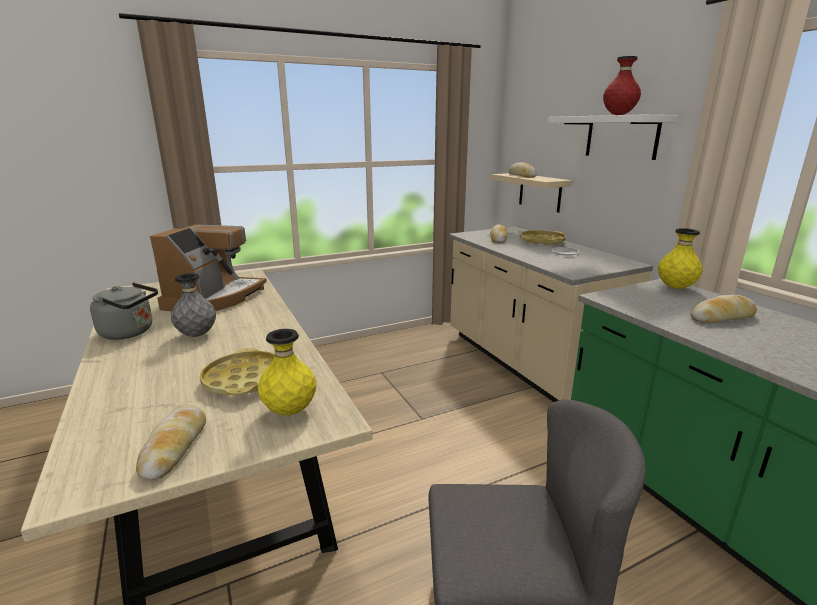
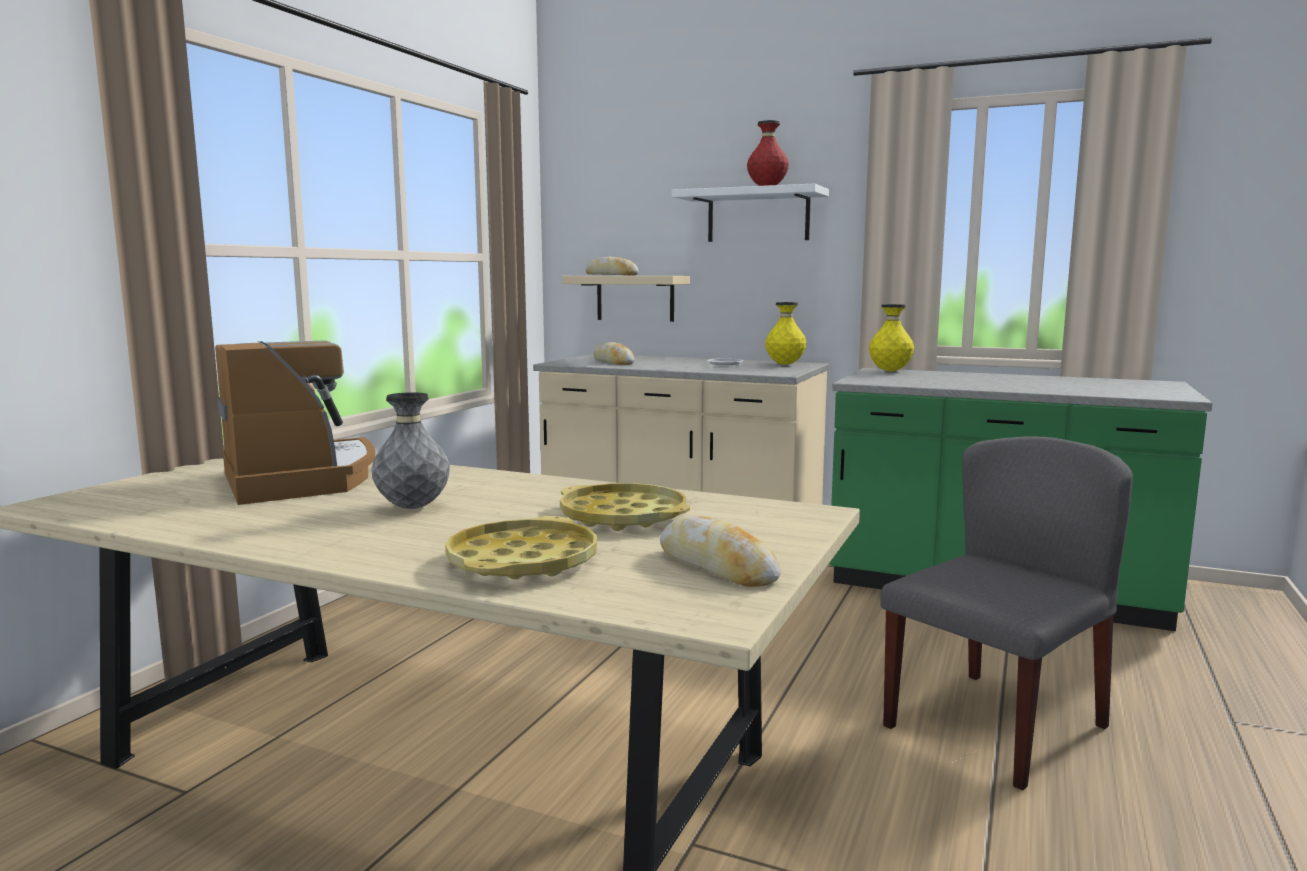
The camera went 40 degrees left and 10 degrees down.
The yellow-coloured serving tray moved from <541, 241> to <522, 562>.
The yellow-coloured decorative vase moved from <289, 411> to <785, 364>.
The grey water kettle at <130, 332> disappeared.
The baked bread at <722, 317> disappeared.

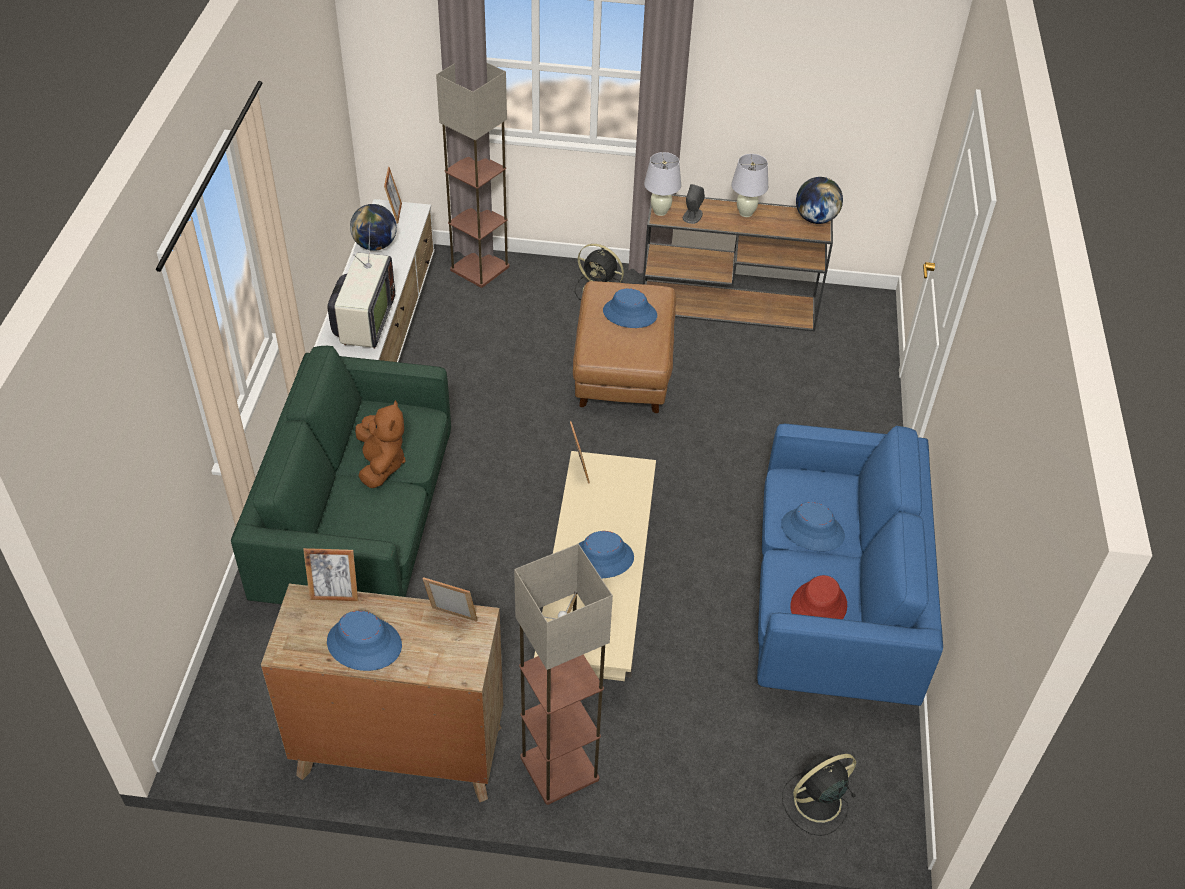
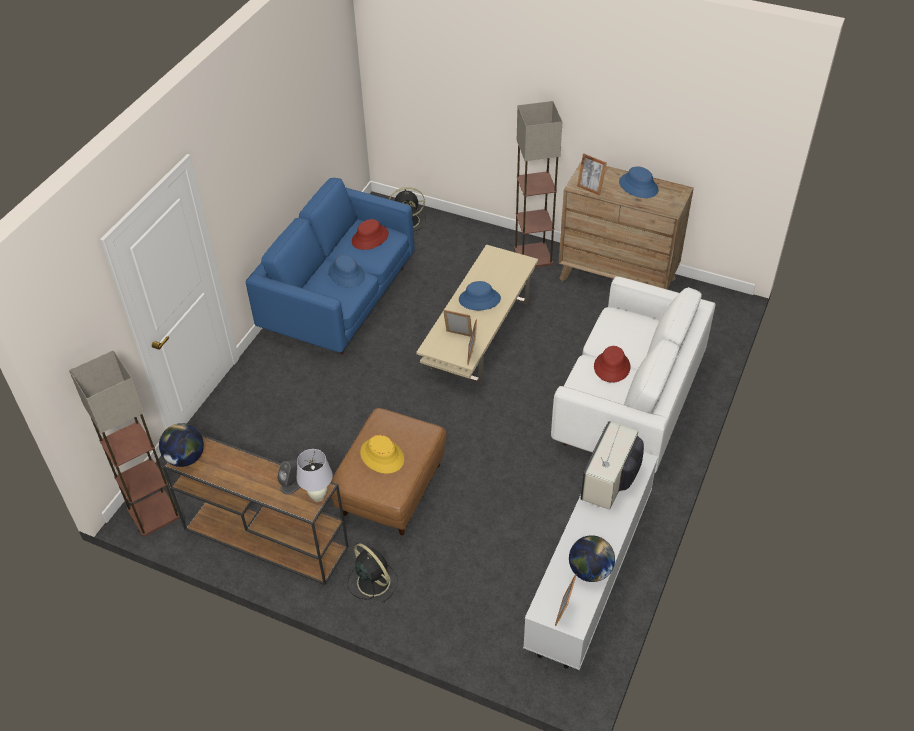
The camera went 160 degrees left and 0 degrees up.
The floor lamp moved from <480, 269> to <154, 512>.
The blue hat at <629, 314> became the yellow-coloured hat at <382, 456>.
The standing frame moved from <335, 594> to <458, 336>.
The greenish settee at <360, 526> became the white-coloured settee at <627, 404>.
The brown soft toy at <381, 464> was replaced by the red-coloured hat at <611, 367>.
The white-coloured lamp for a table at <745, 213> disappeared.

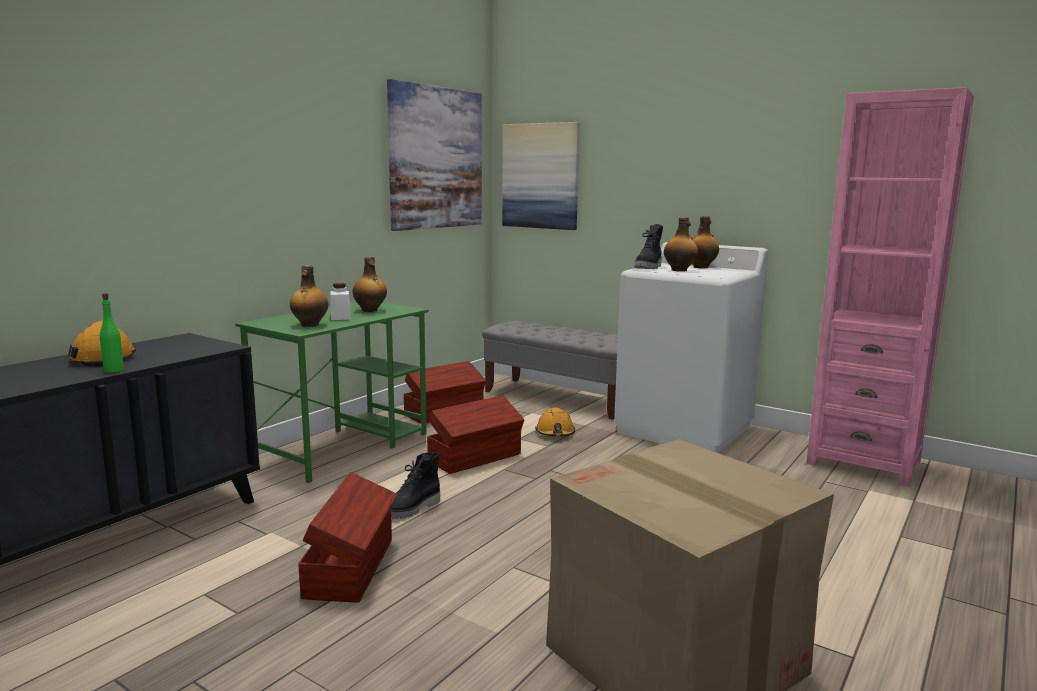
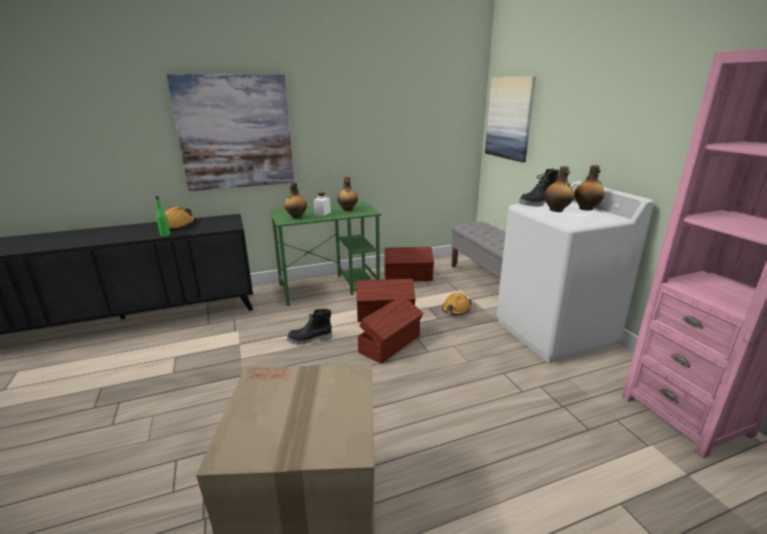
The camera went 35 degrees right and 10 degrees up.
The wall art moved from <436, 158> to <236, 132>.
The brown storage box moved from <352, 567> to <391, 344>.

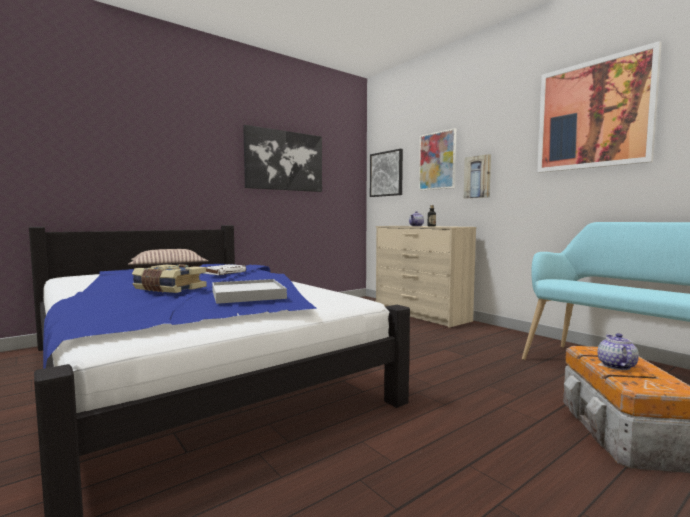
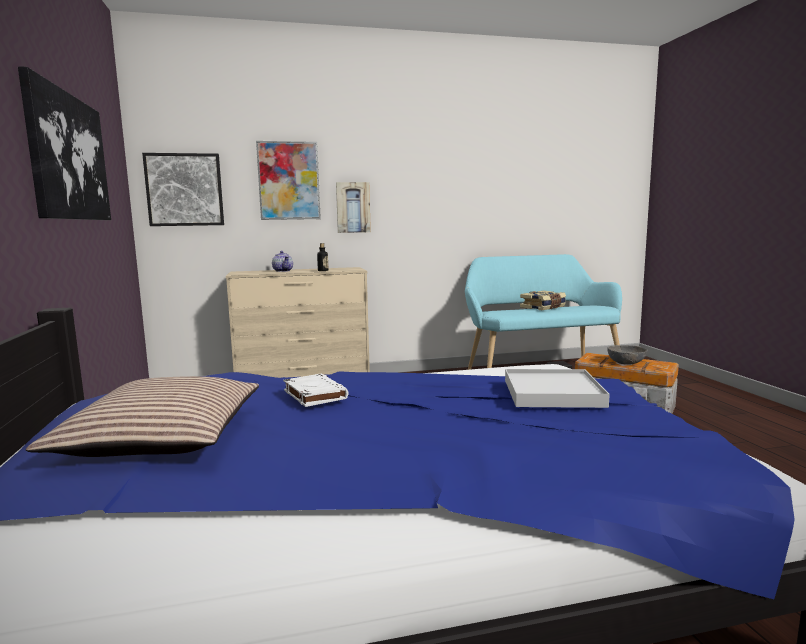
The camera went 65 degrees left and 5 degrees up.
The volume moved from <169, 289> to <543, 308>.
The teapot at <615, 366> was replaced by the grey bowl at <626, 363>.
The wall art at <593, 115> disappeared.

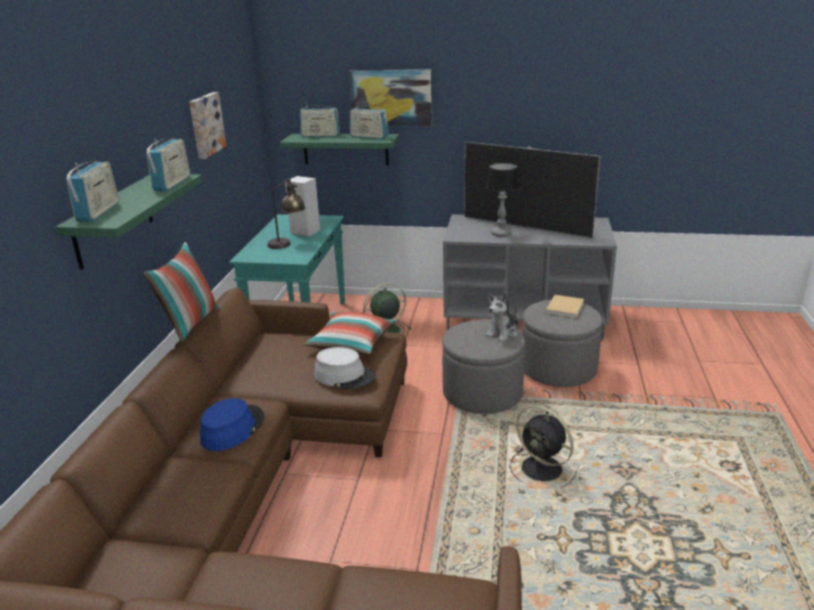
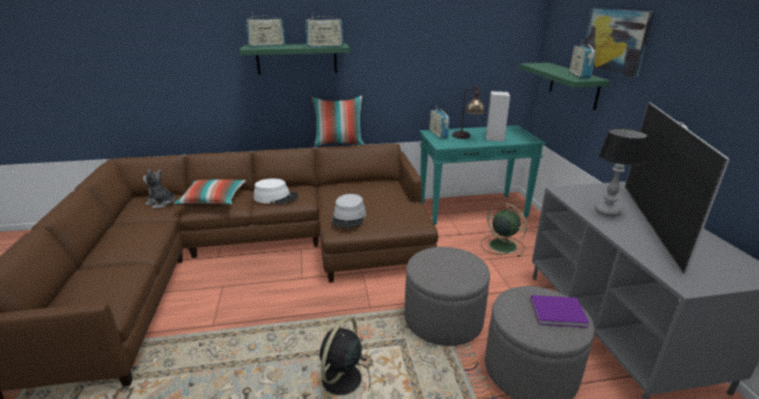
The camera went 70 degrees right and 0 degrees up.
The soft toy moved from <503, 333> to <161, 203>.
The cushion moved from <351, 343> to <213, 201>.
The blue hat at <232, 429> became the white-coloured hat at <276, 197>.
The radio moved from <320, 135> to <438, 134>.
The beige-coloured volume at <565, 307> became the purple volume at <559, 313>.
The wall art at <205, 125> disappeared.

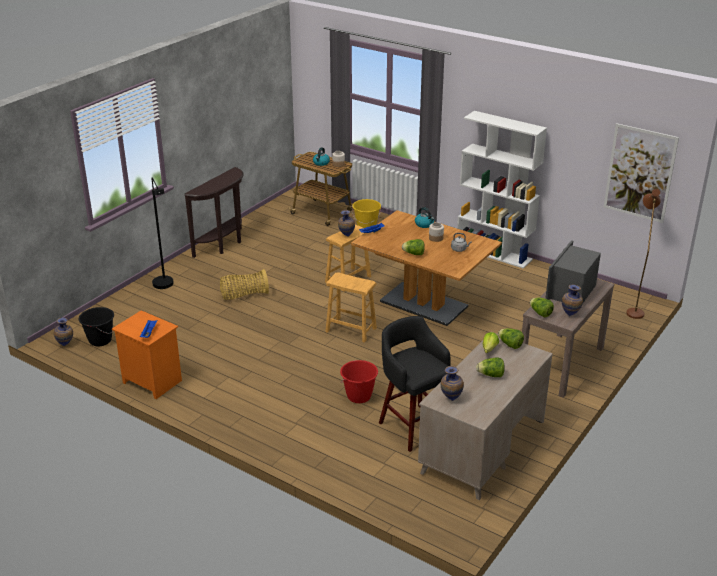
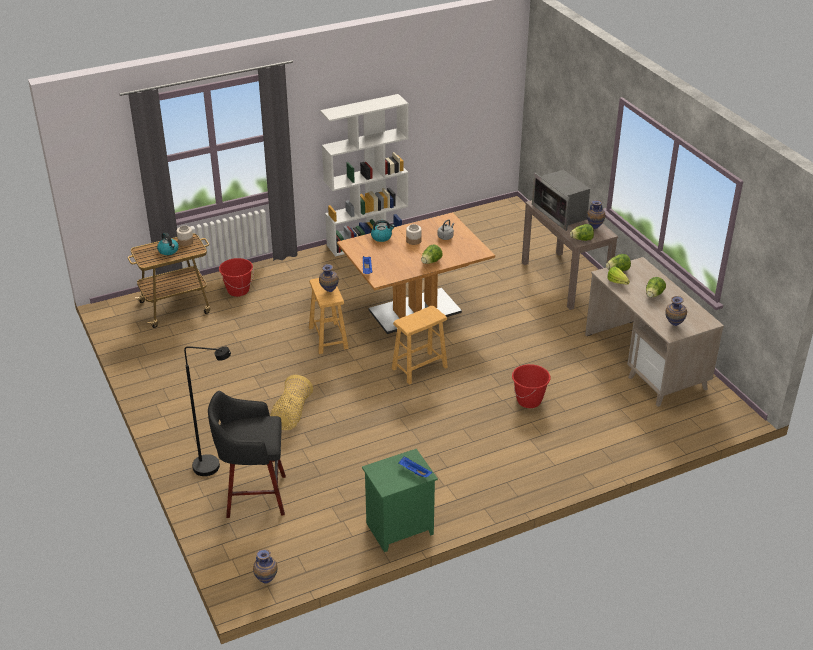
The camera went 60 degrees left and 5 degrees up.
The blackish sitting stool moved from <413, 426> to <253, 496>.
The yellow-coloured water bucket at <366, 226> became the red-coloured water bucket at <238, 290>.
The orange-coloured night table at <151, 382> became the greenish night table at <399, 530>.
The blackish water bucket at <100, 340> disappeared.
The brown narrow table at <223, 244> disappeared.
The wall art at <640, 173> disappeared.
The brown floor lamp at <634, 310> disappeared.

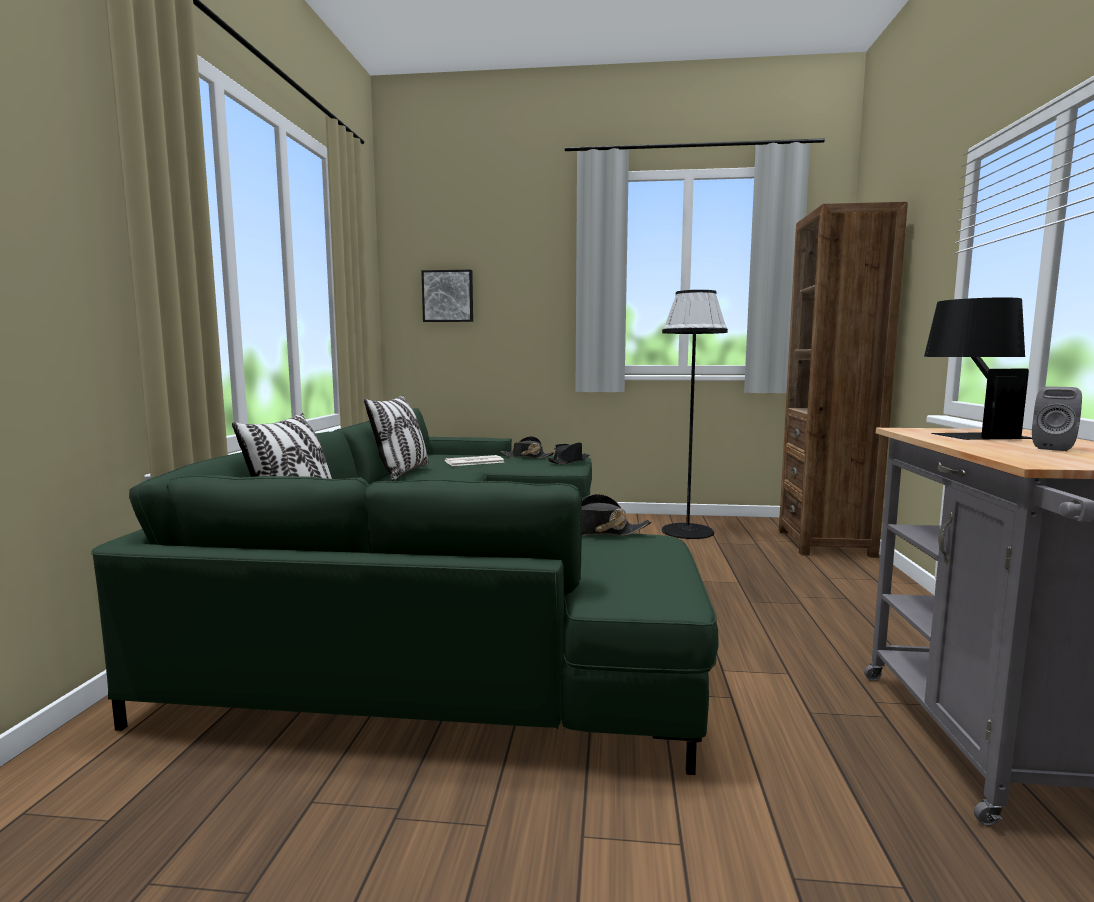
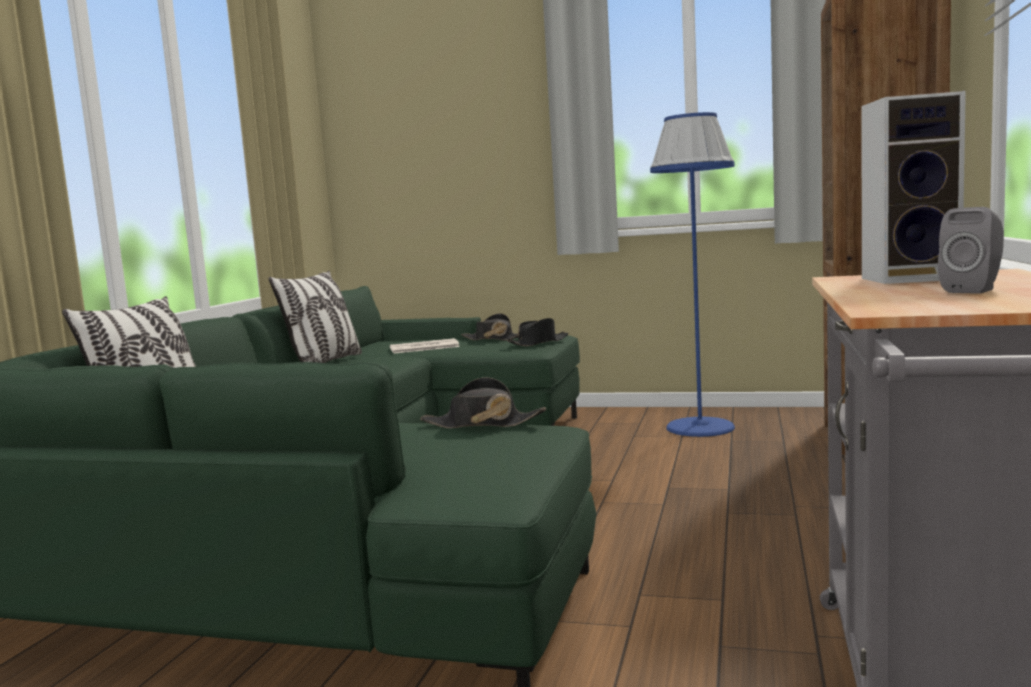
The camera went 10 degrees right and 0 degrees up.
The blackish floor lamp at <687, 531> became the blue floor lamp at <700, 427>.
The blackish lamp for a table at <968, 434> was replaced by the loudspeaker at <912, 278>.
The wall art at <448, 296> disappeared.

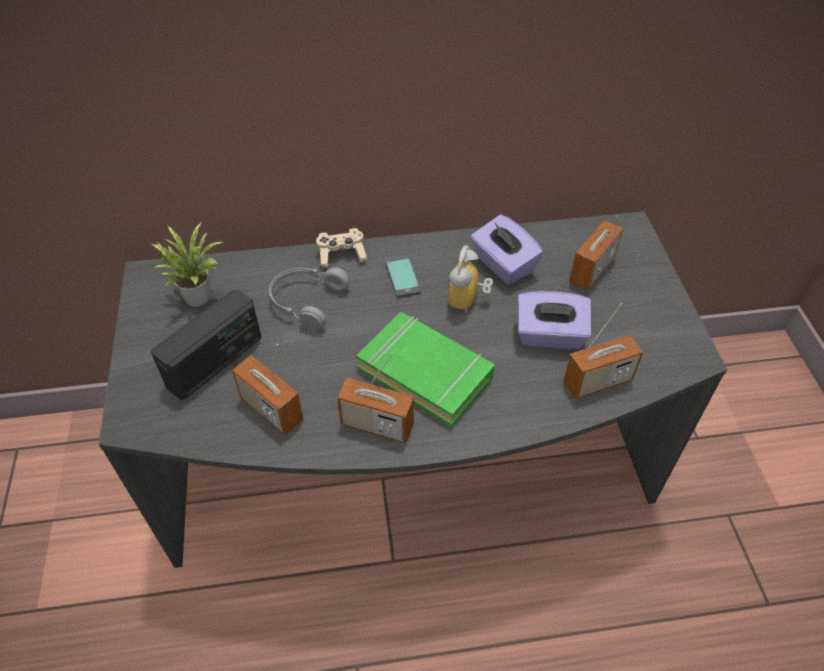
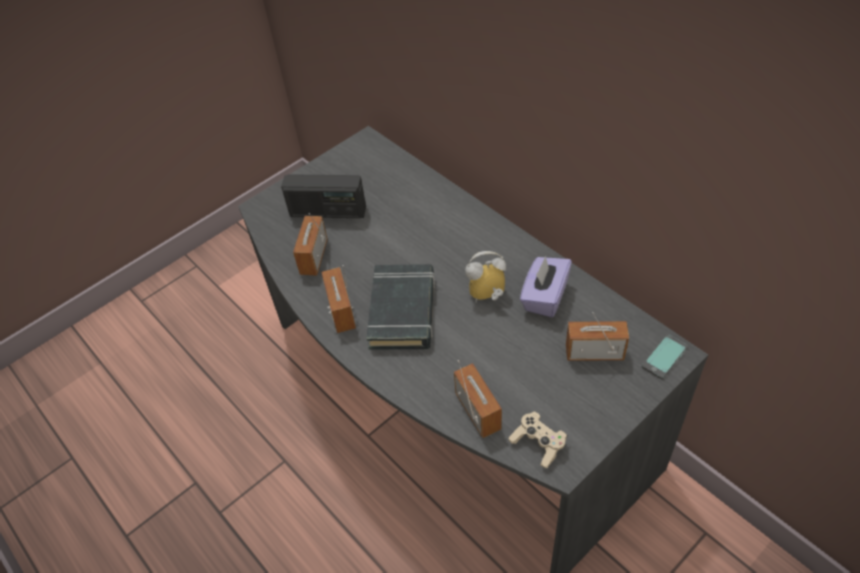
The camera went 60 degrees right and 0 degrees up.
The greenish volume at <425, 372> became the blackish volume at <403, 311>.
The radio at <597, 381> turned 150 degrees counterclockwise.
The beige-coloured gamepad moved from <341, 254> to <538, 443>.
The phone moved from <403, 277> to <664, 357>.
The plant in a pot at <197, 295> disappeared.
The grey headset at <306, 301> disappeared.
The purple tissue holder at <549, 336> disappeared.

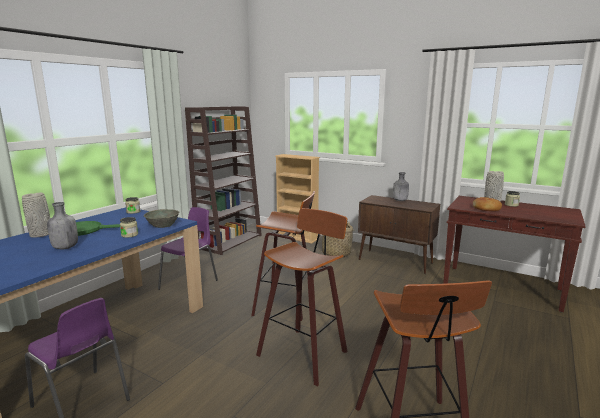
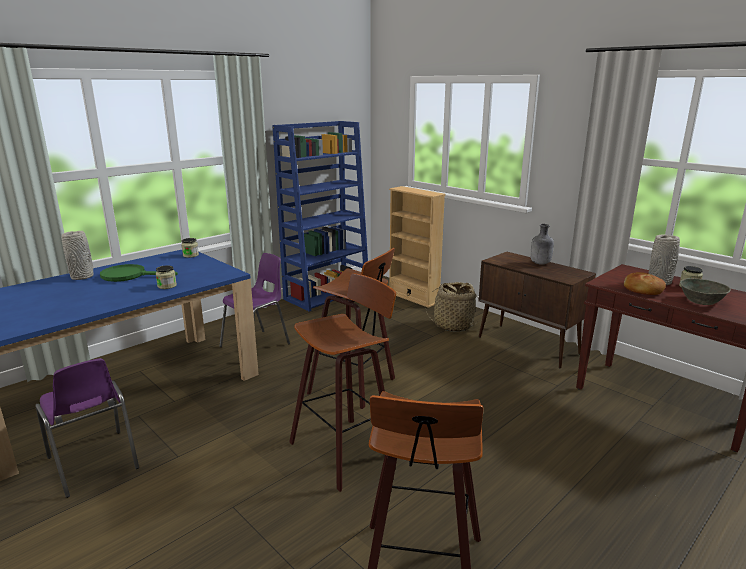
The camera went 15 degrees right and 5 degrees up.
The brown bookcase at <229, 241> became the blue bookcase at <327, 294>.
The grey bowl moved from <163, 226> to <701, 301>.
The grey beverage bottle at <65, 248> disappeared.

